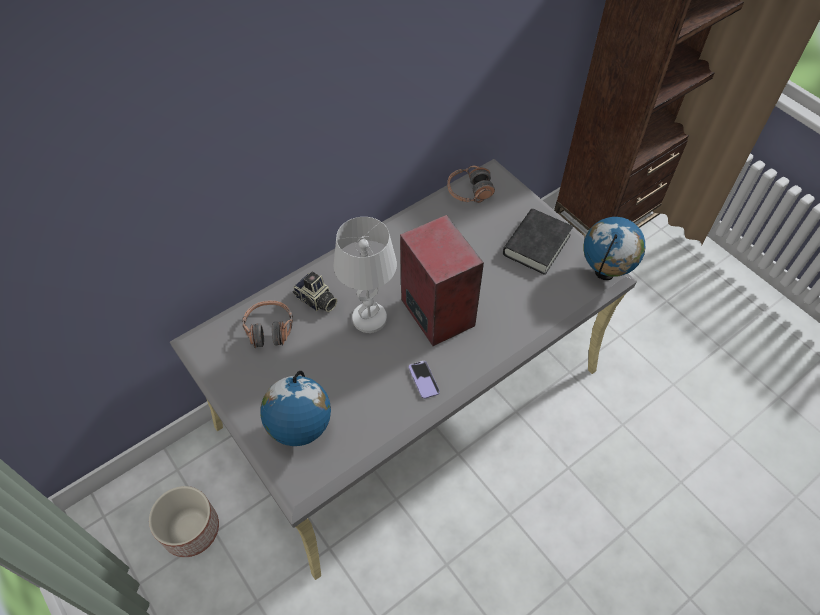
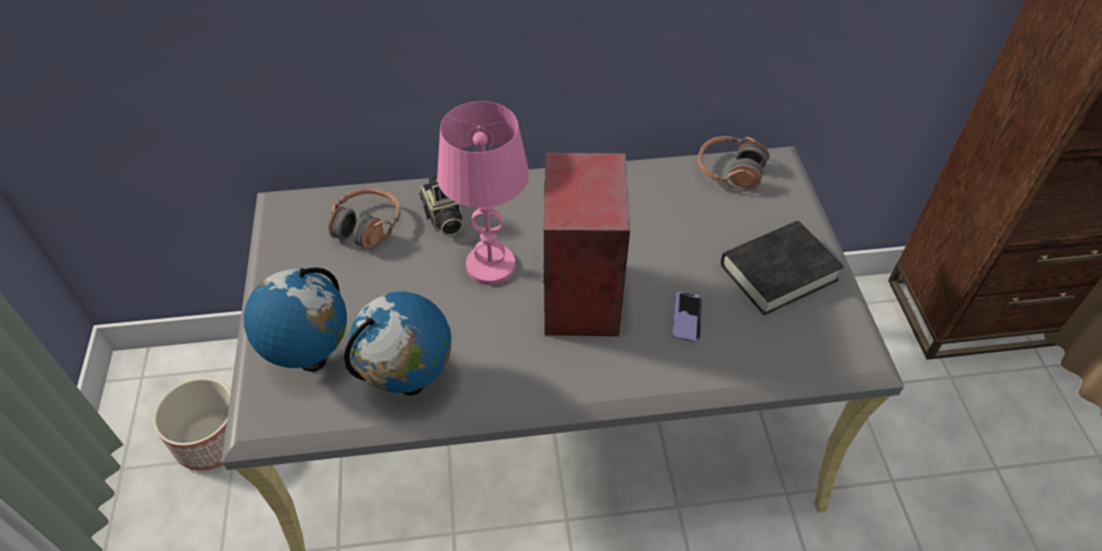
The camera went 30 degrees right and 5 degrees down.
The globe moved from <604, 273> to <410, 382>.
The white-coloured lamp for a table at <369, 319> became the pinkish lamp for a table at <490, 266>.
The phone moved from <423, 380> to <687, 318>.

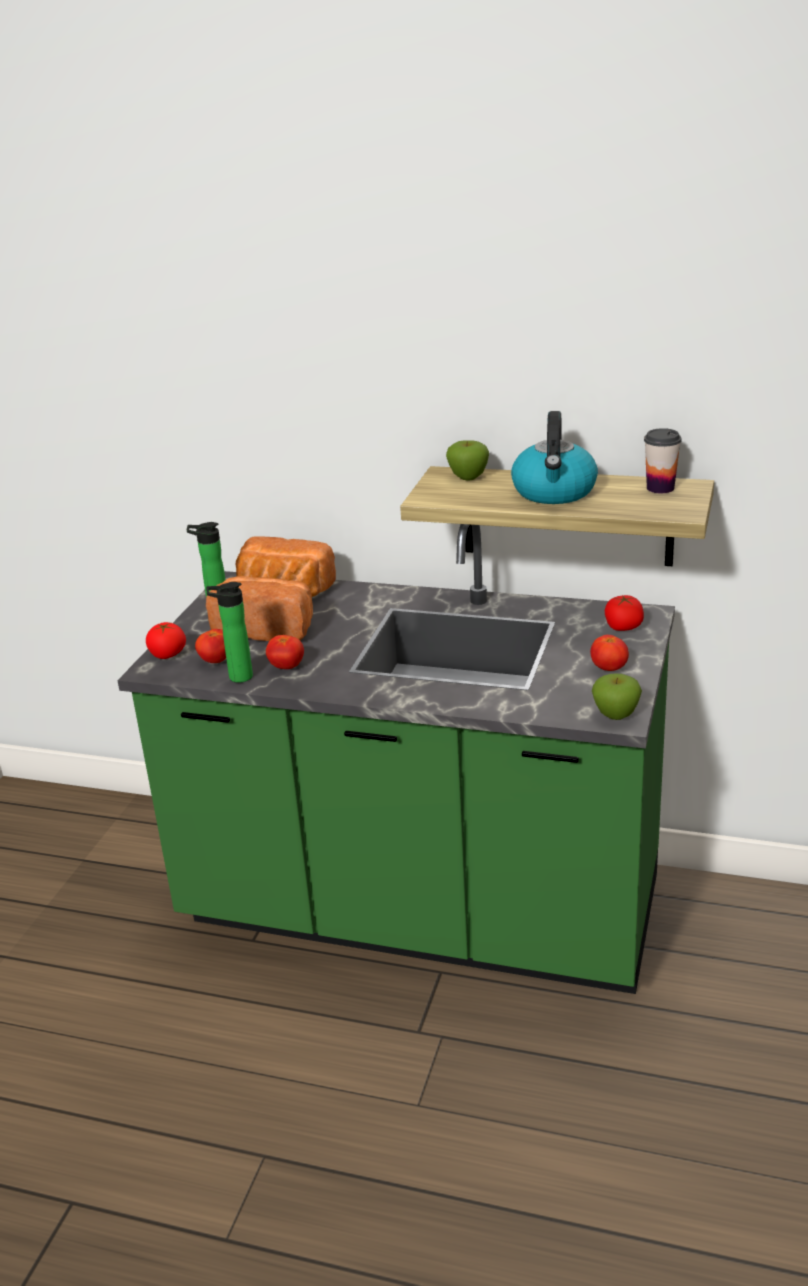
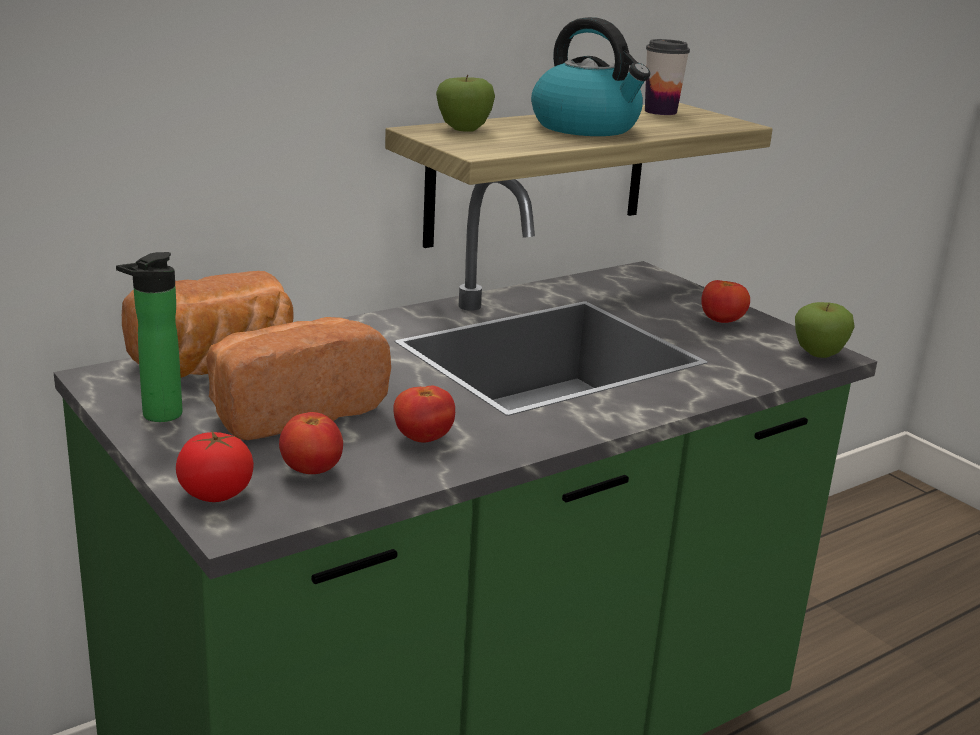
The camera went 55 degrees left and 5 degrees down.
The beverage bottle at <237, 677> disappeared.
The whole tomato at <623, 627> disappeared.

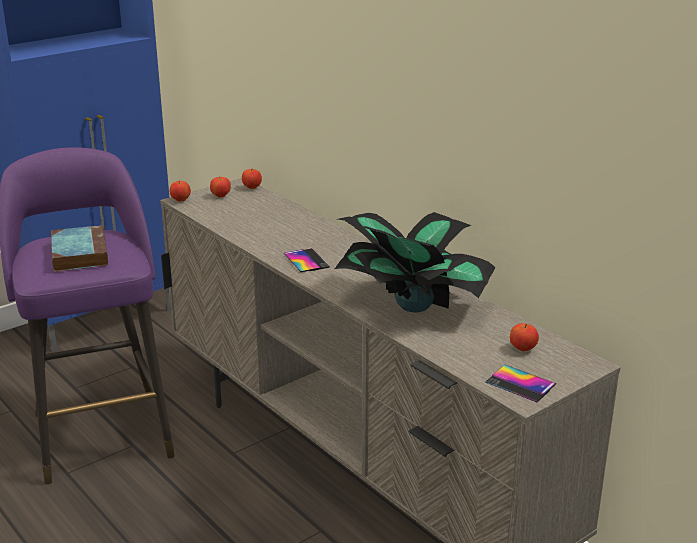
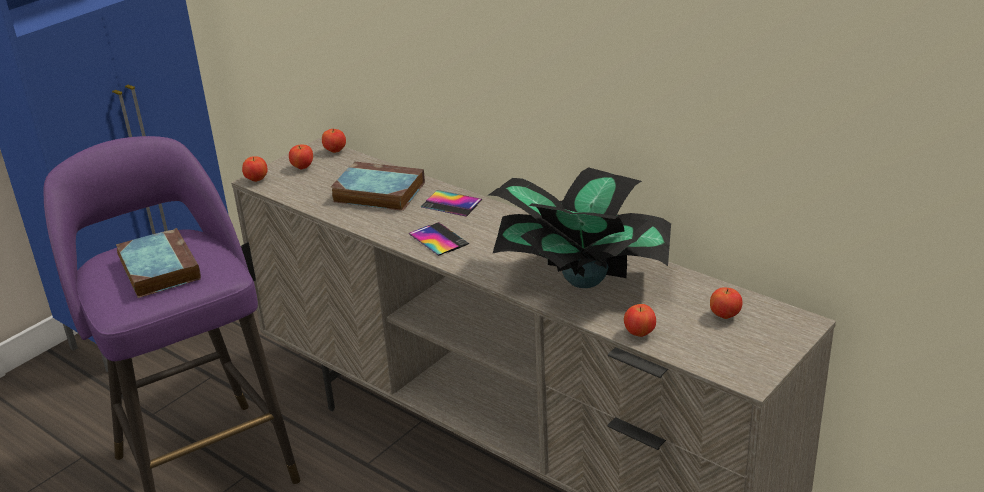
The camera went 10 degrees left and 5 degrees up.
The volume at <376, 192> appeared.
The phone moved from <520, 383> to <451, 203>.
The apple at <639, 333> appeared.

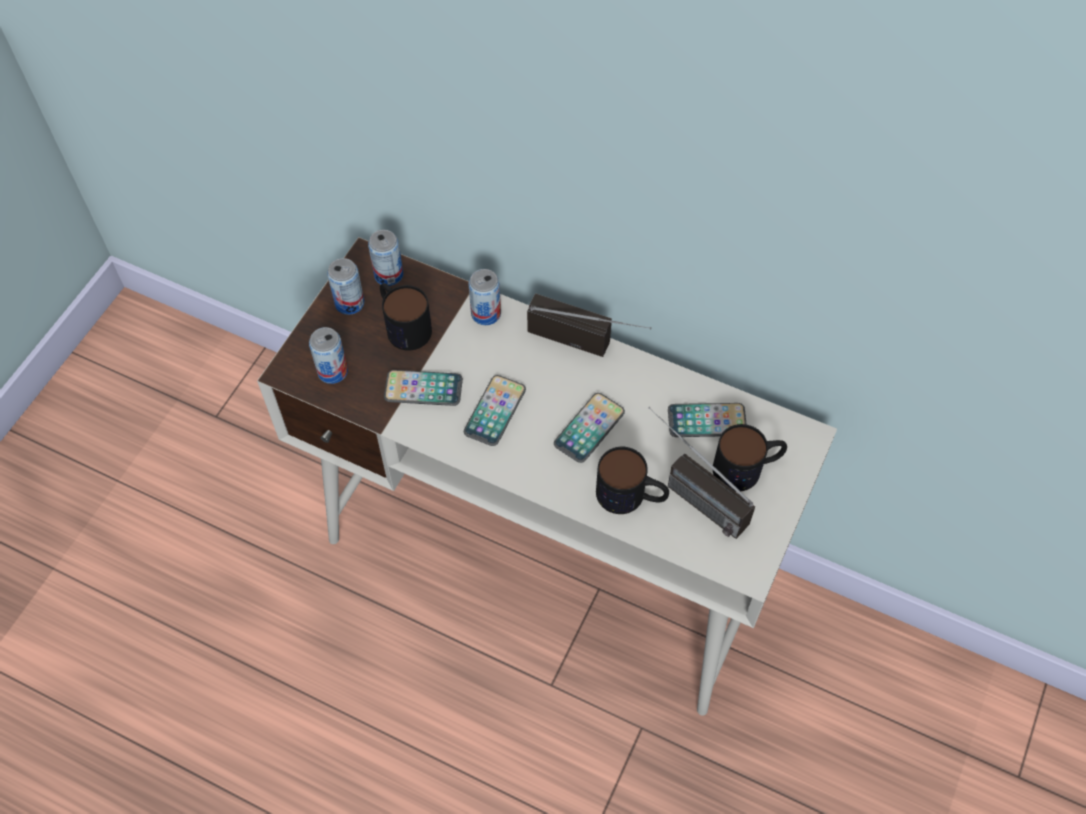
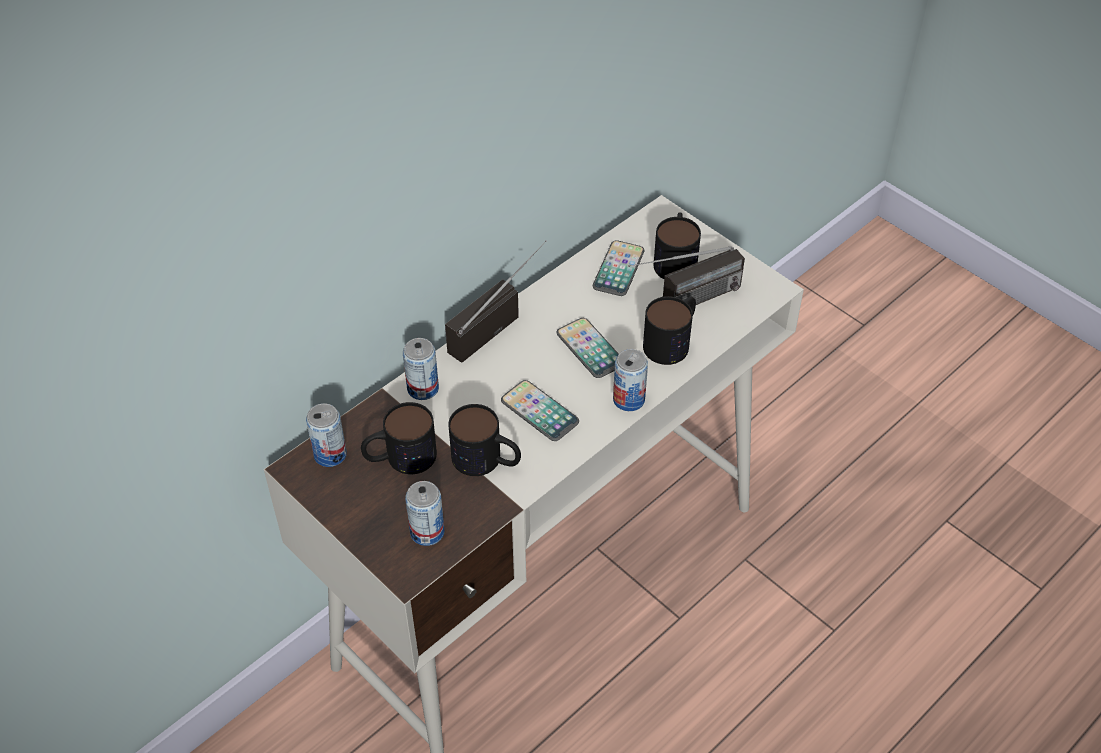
The camera went 70 degrees left and 10 degrees down.
The phone at <423, 389> was replaced by the tea mug at <487, 460>.
The sealed can moved from <349, 303> to <628, 399>.

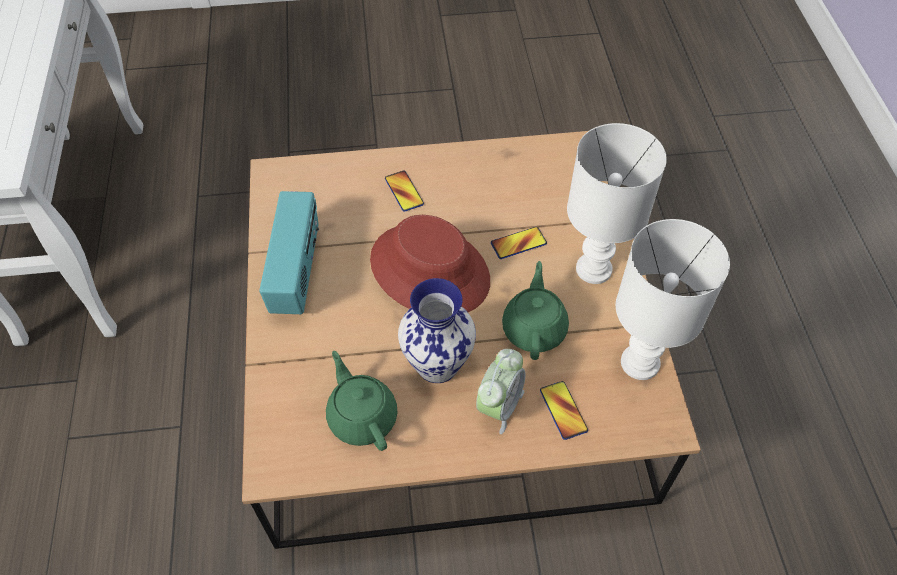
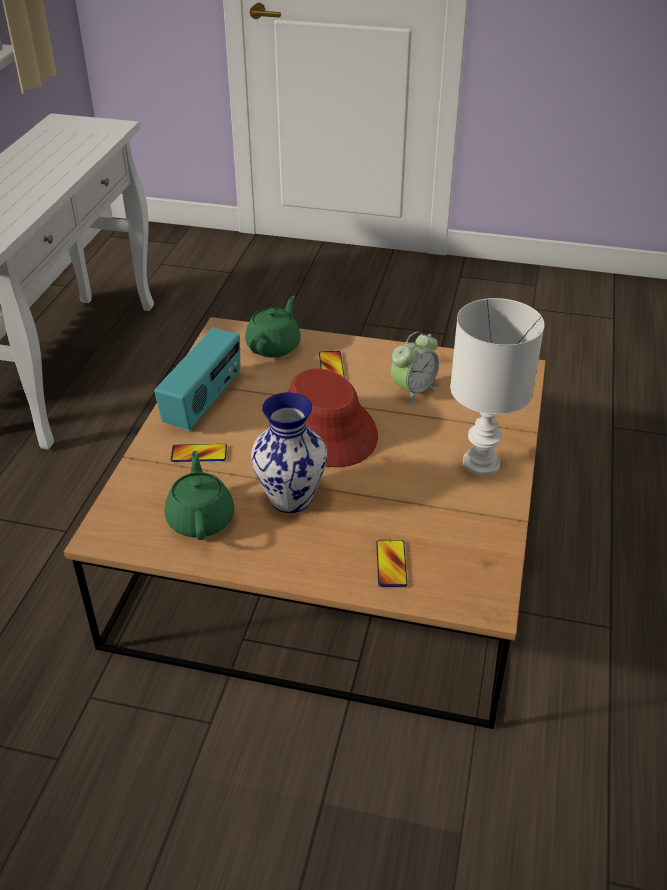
The camera went 20 degrees right and 15 degrees down.
The phone moved from <518, 243> to <199, 454>.
The greenish teapot moved from <534, 328> to <274, 346>.
The table clock moved from <499, 406> to <413, 391>.
The white-coloured lamp for a table at <640, 364> disappeared.

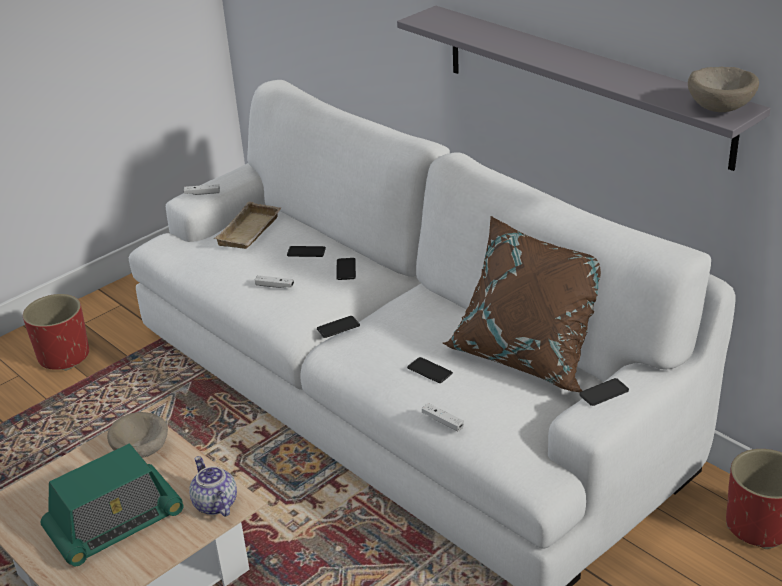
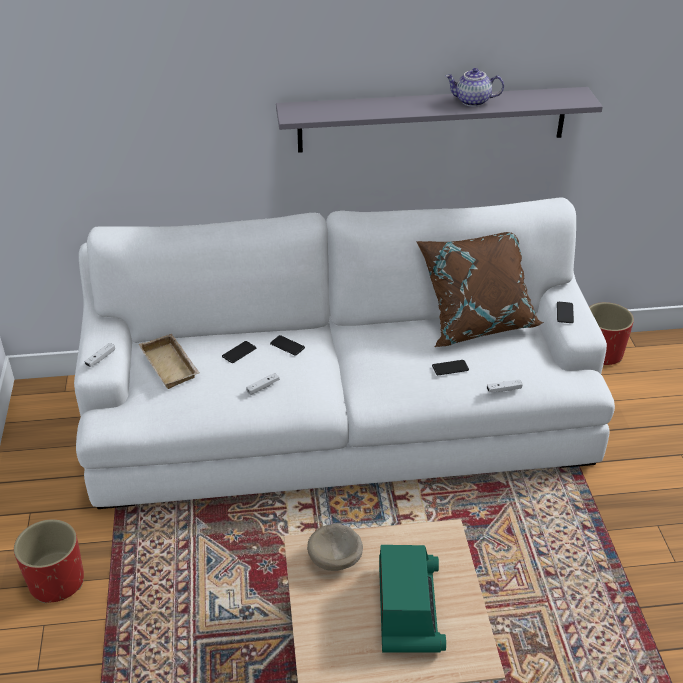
The camera went 55 degrees left and 5 degrees up.
The teapot moved from <214, 504> to <472, 102>.
The phone at <338, 327> disappeared.
The beige-coloured bowl at <721, 107> disappeared.

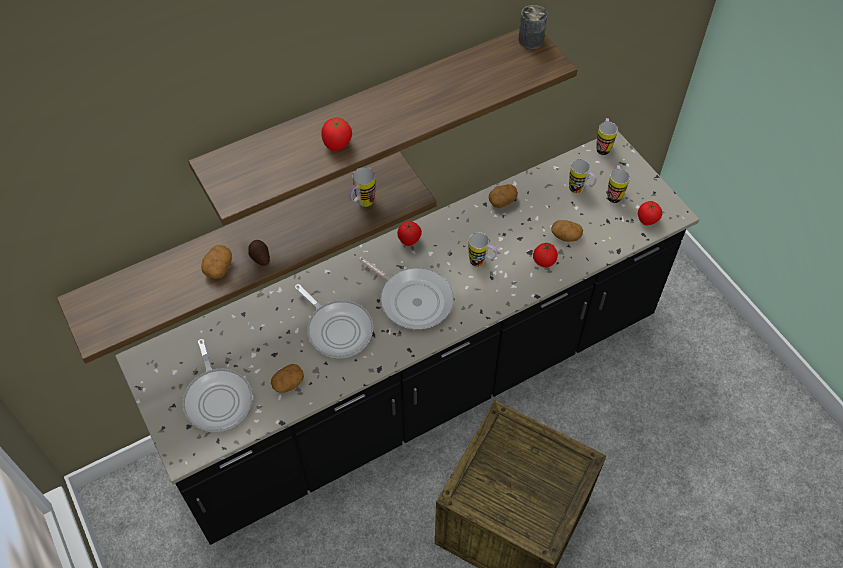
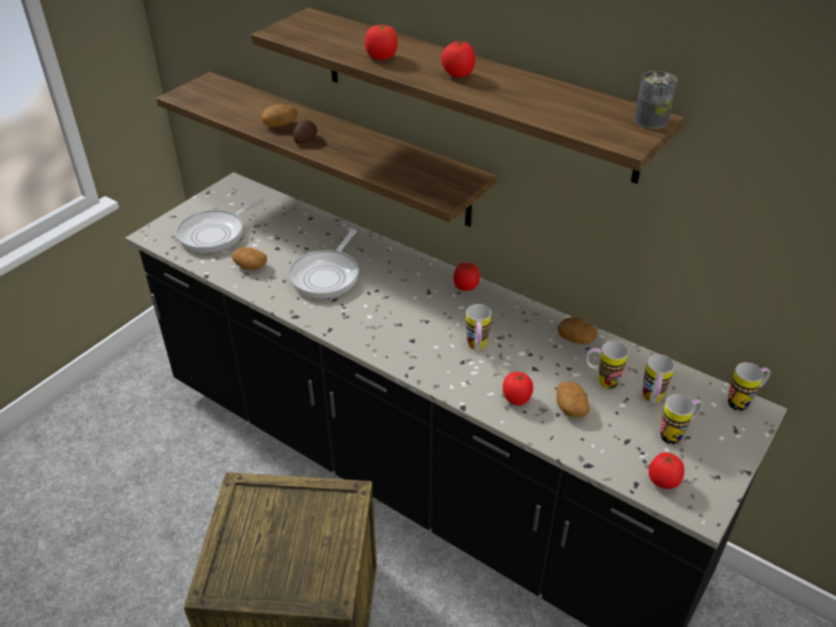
The camera went 65 degrees right and 15 degrees down.
The whole tomato at <457, 75> appeared.
The tea mug moved from <362, 204> to <601, 381>.
The pan at <413, 299> disappeared.

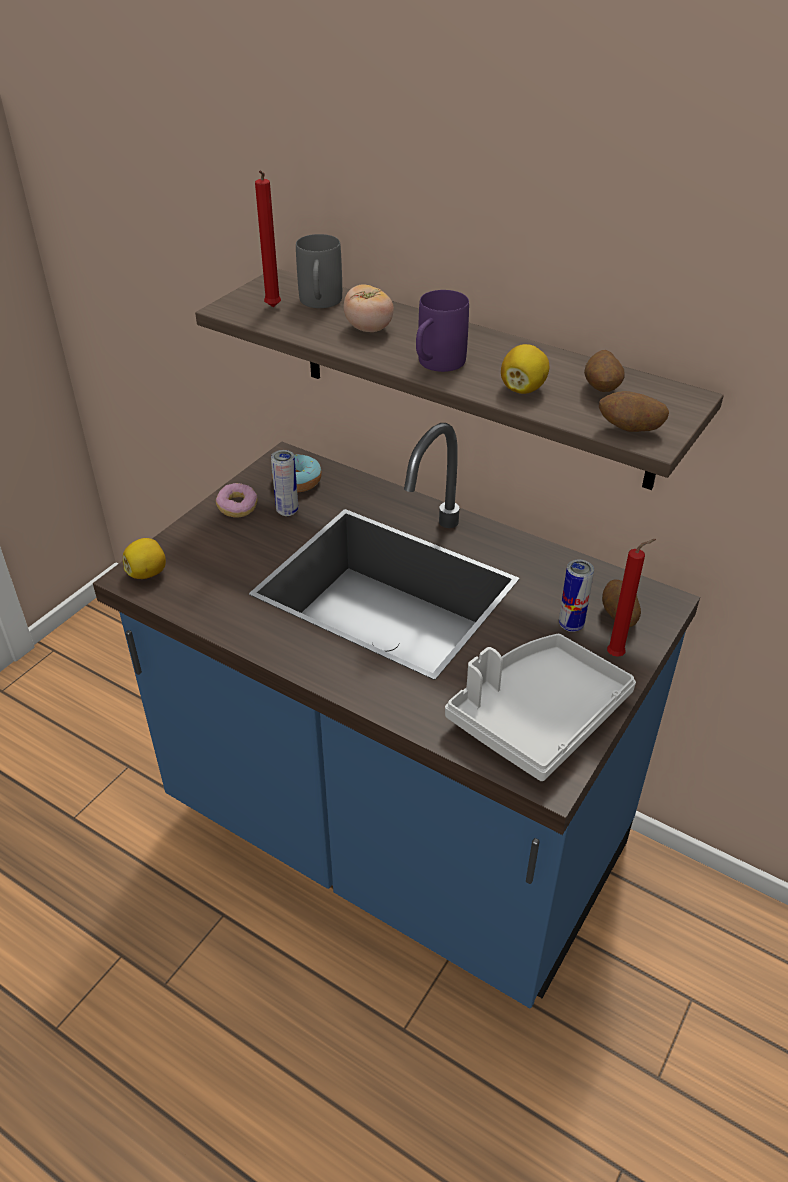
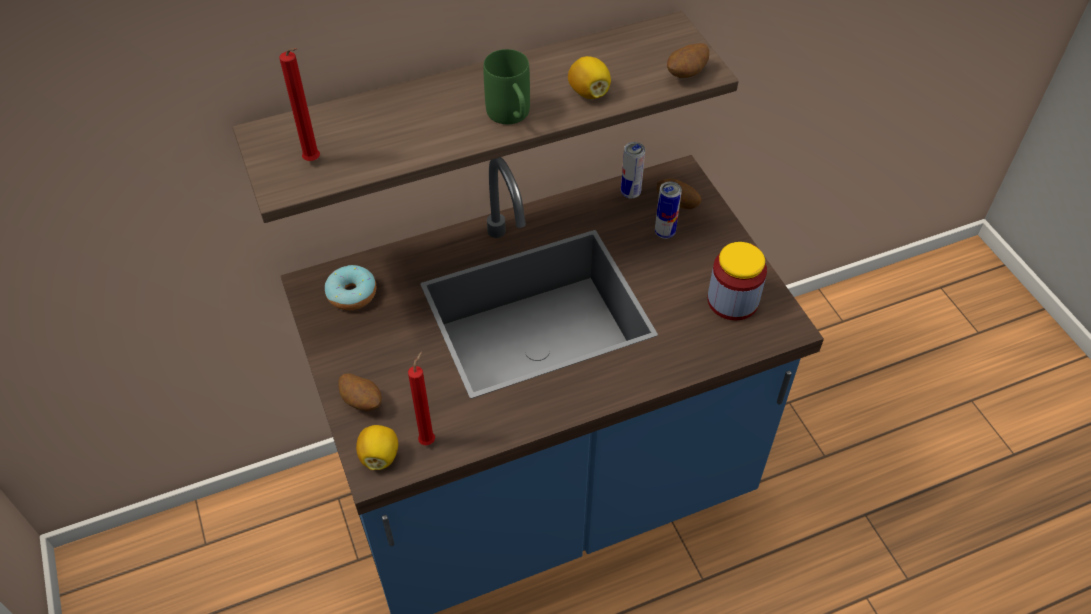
The camera went 55 degrees left and 10 degrees up.
The whole potato moved from <601, 389> to <362, 401>.
The red-coloured wax light moved from <618, 655> to <429, 439>.
The purple tea mug at <436, 365> became the greenish tea mug at <511, 117>.
The sealed can moved from <287, 511> to <630, 193>.
The grey serving tray at <537, 715> was replaced by the storage jar at <732, 300>.
The ring doughnut at <237, 508> disappeared.
The grey tea mug at <320, 304> disappeared.
The whole tomato at <369, 329> disappeared.

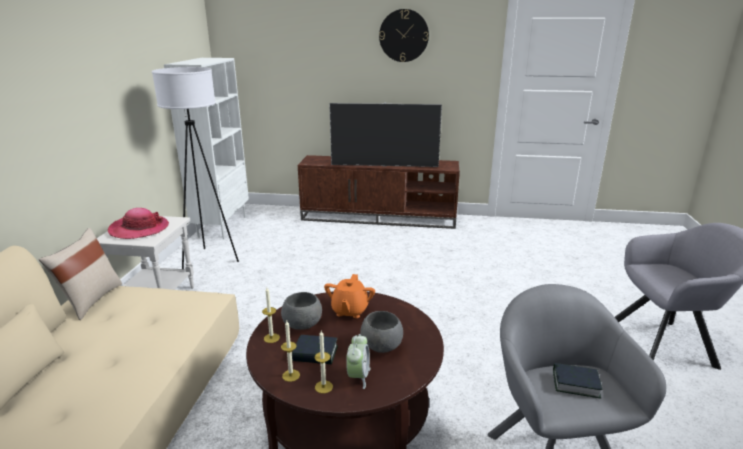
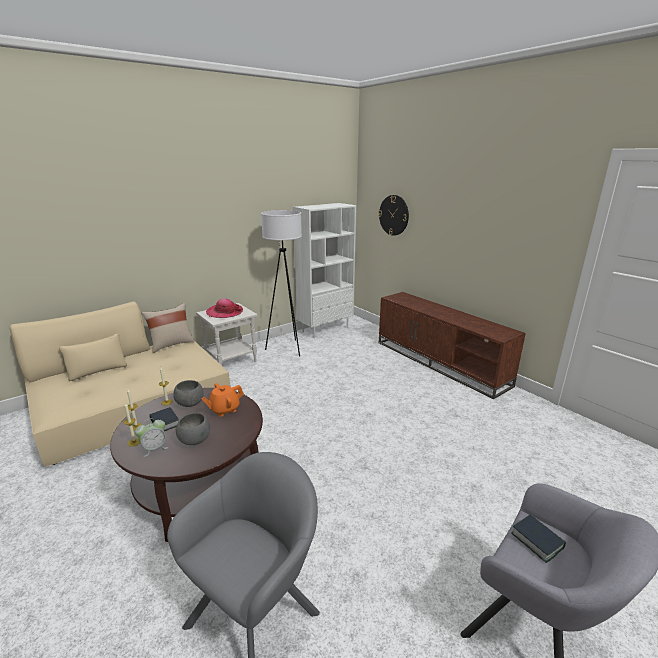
The camera went 45 degrees right and 0 degrees up.
The clock on the wall moved from <404, 35> to <394, 215>.
The volume moved from <575, 384> to <537, 540>.
The TV set at <384, 166> disappeared.

